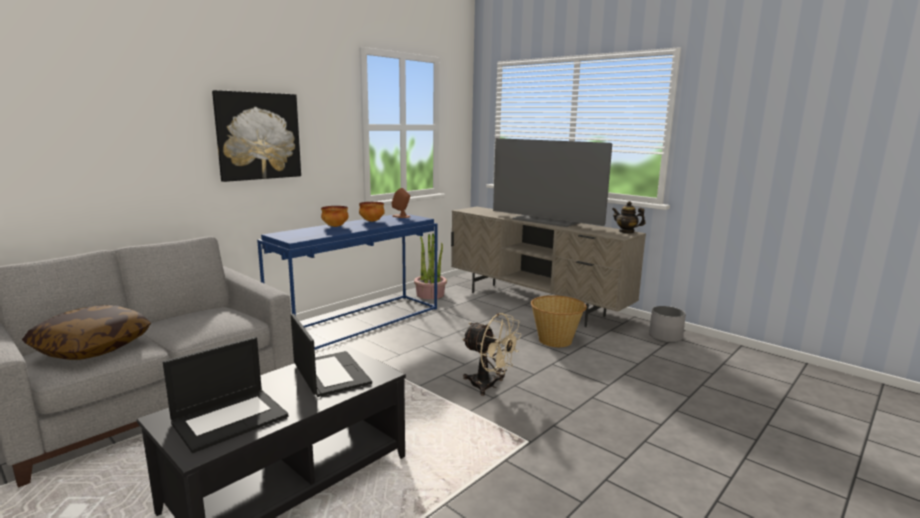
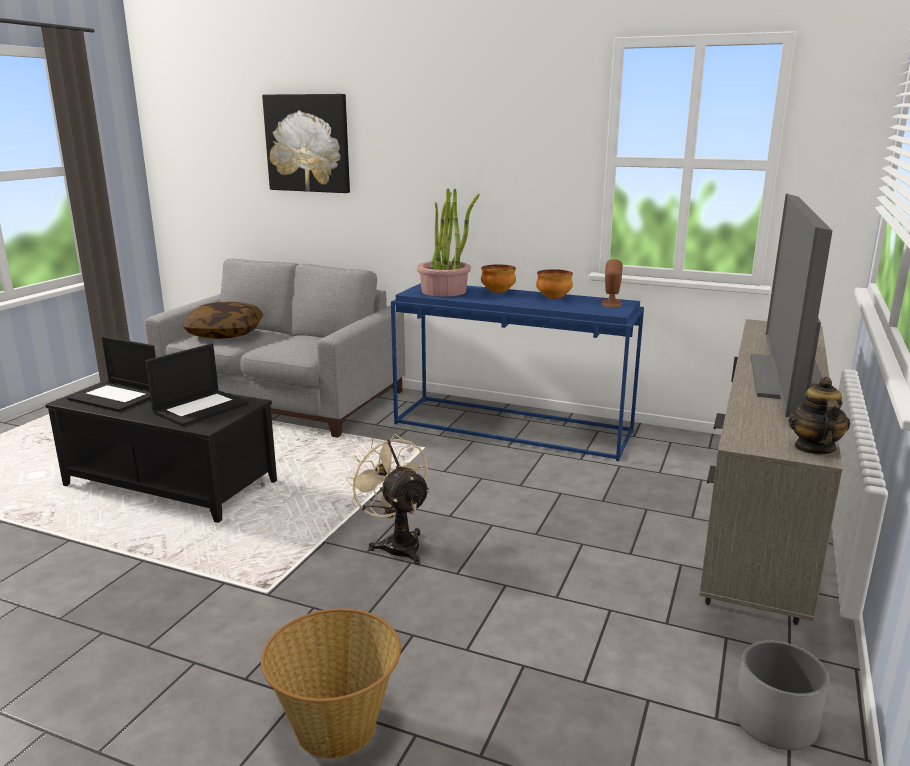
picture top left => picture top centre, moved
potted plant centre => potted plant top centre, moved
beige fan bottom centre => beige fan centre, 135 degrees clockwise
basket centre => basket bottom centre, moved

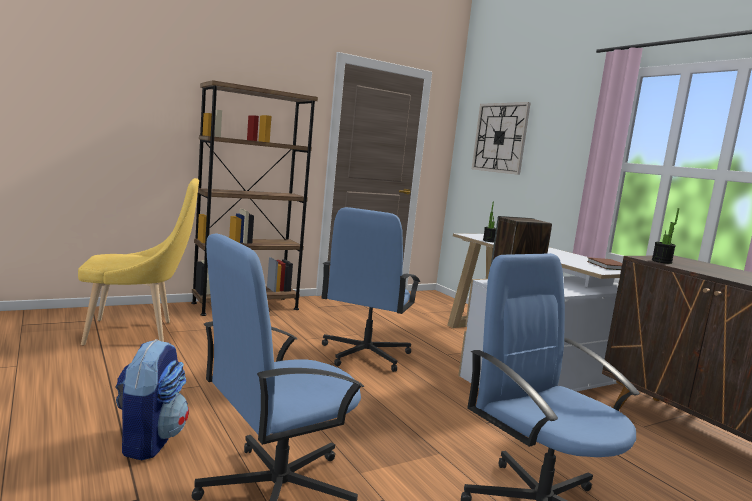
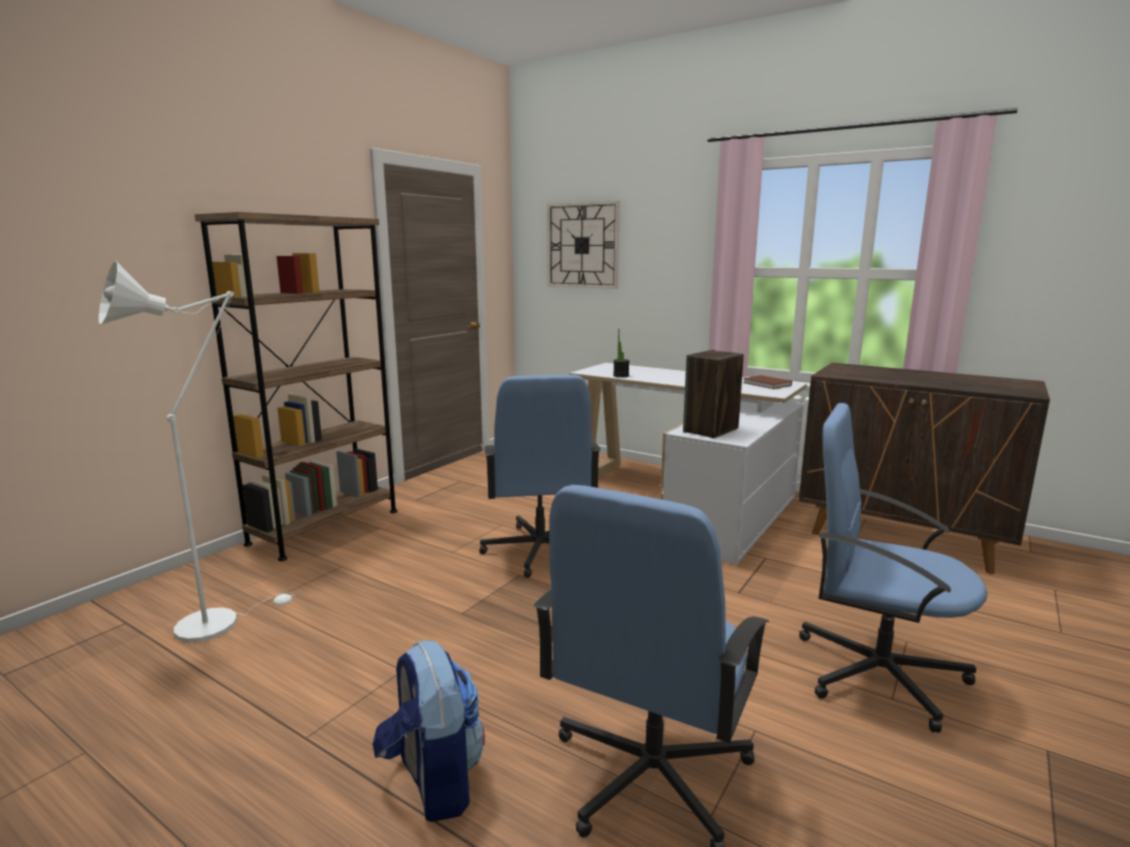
yellow chair middle left => white floor lamp middle left
potted plant (2nd from left) middle right => nothing

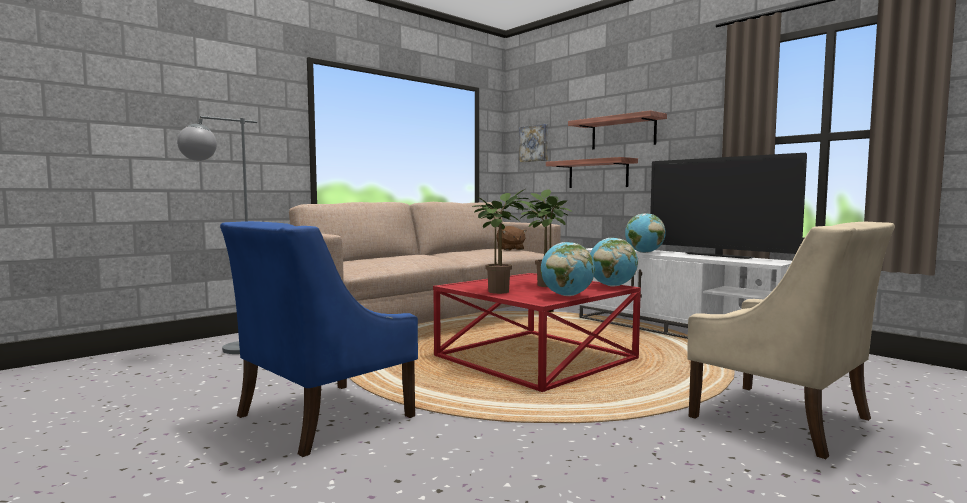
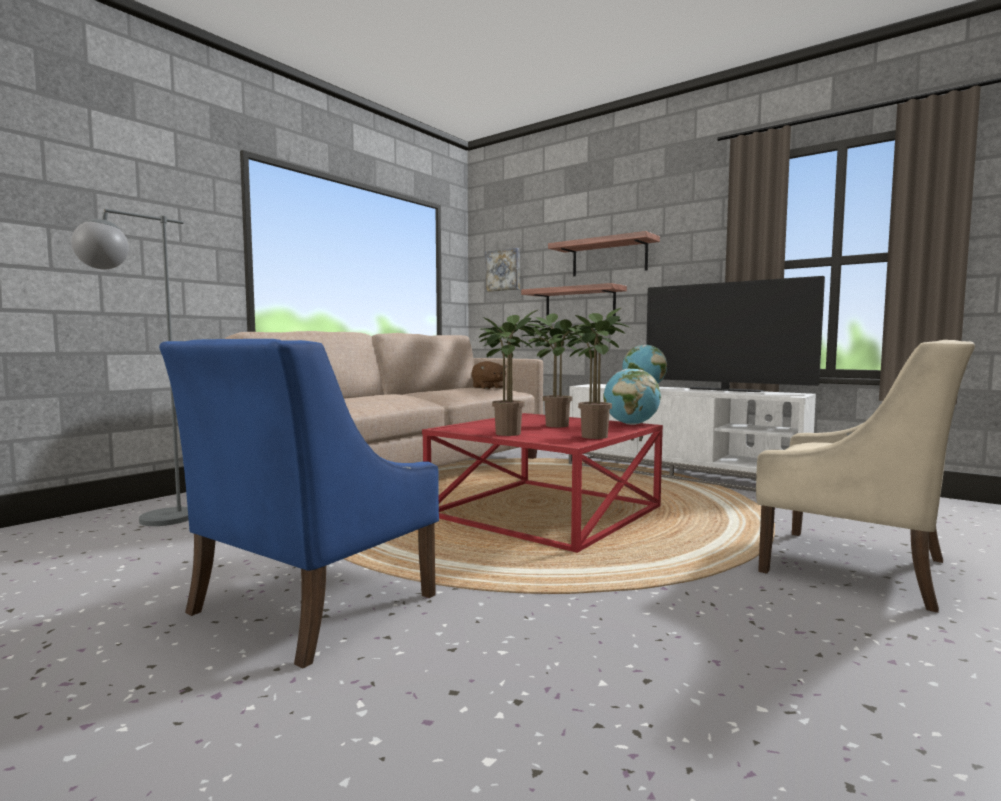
globe (1st from left) centre => potted plant (3rd from left) centre

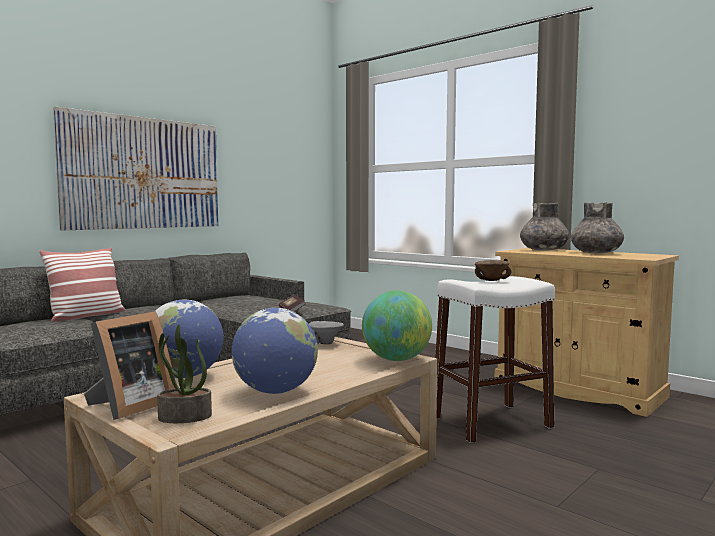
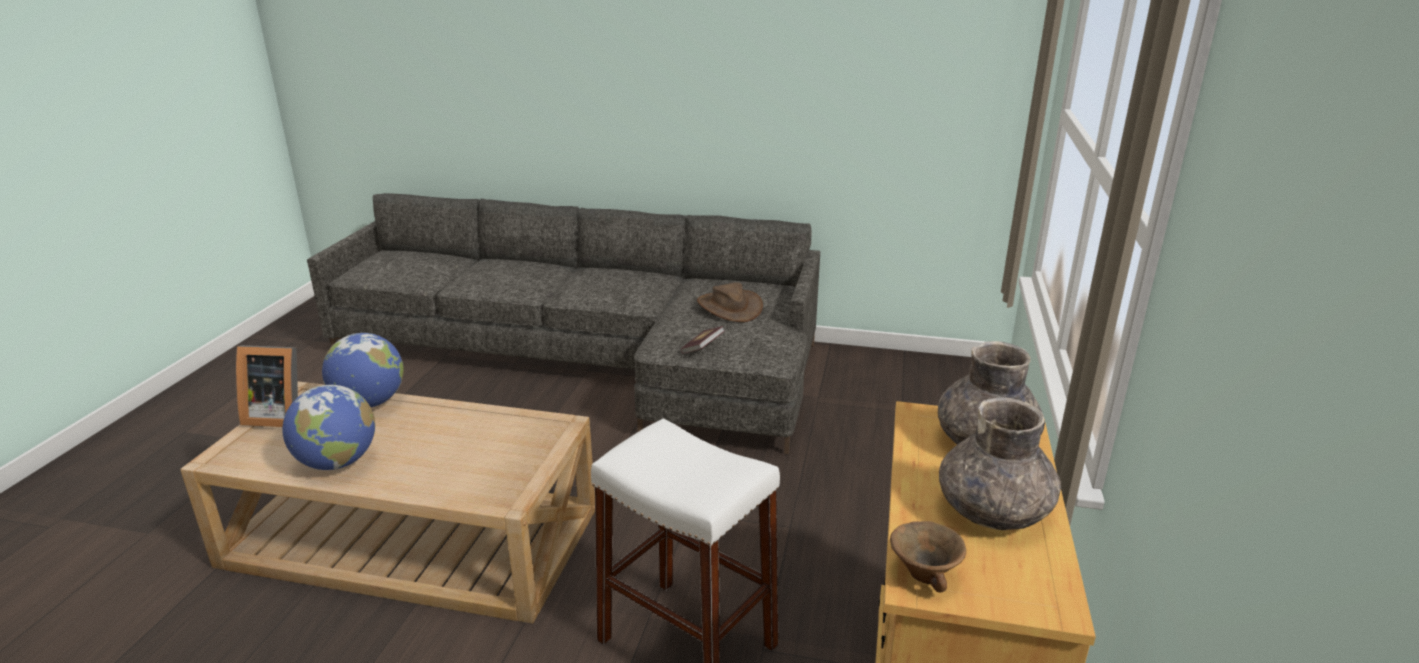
pillow middle left => nothing
picture top left => nothing
potted plant bottom left => nothing
grey bowl centre => nothing
globe (3rd from left) centre => nothing
brown bowl middle right => brown bowl bottom centre, moved
nothing => brown hat centre

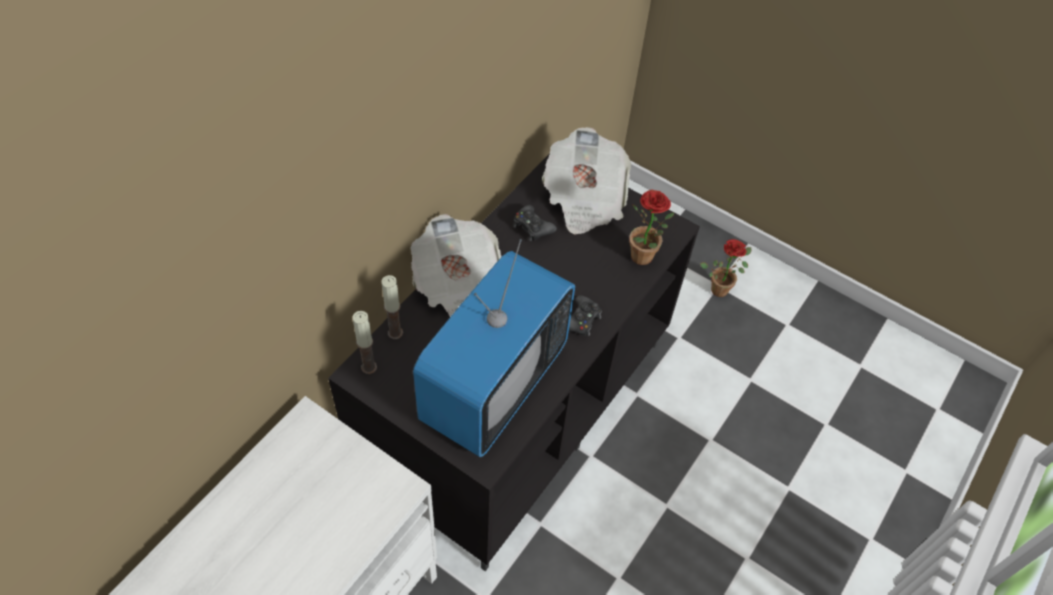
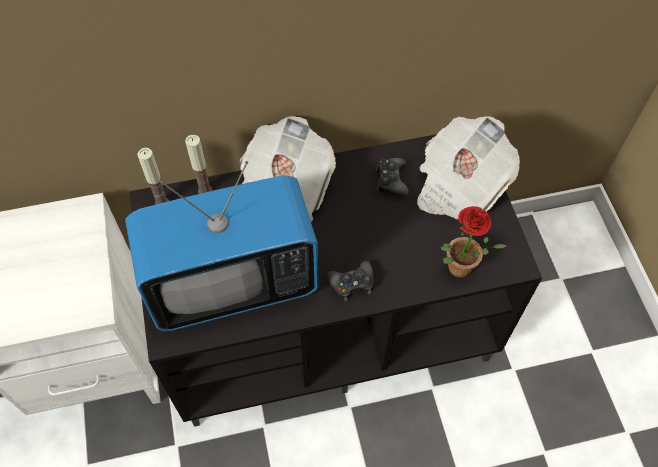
potted plant (2nd from left) middle right => nothing

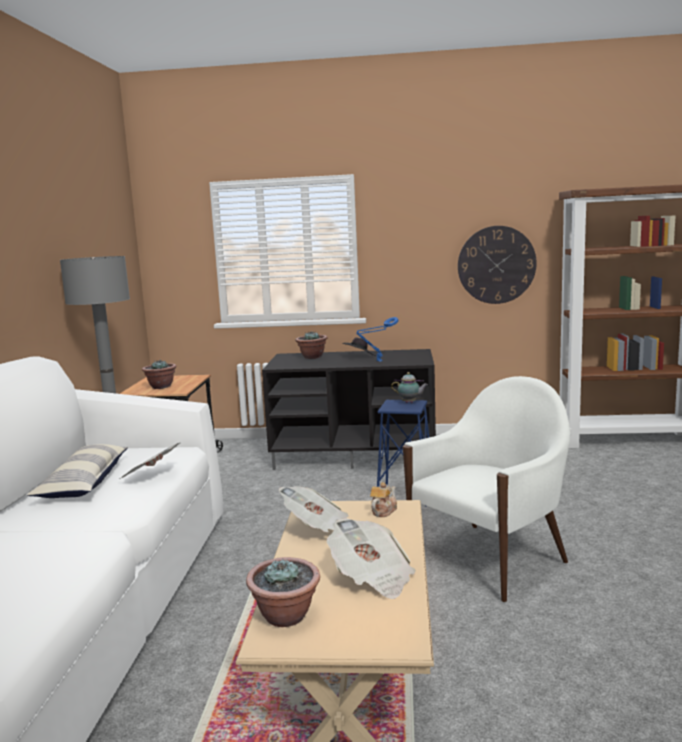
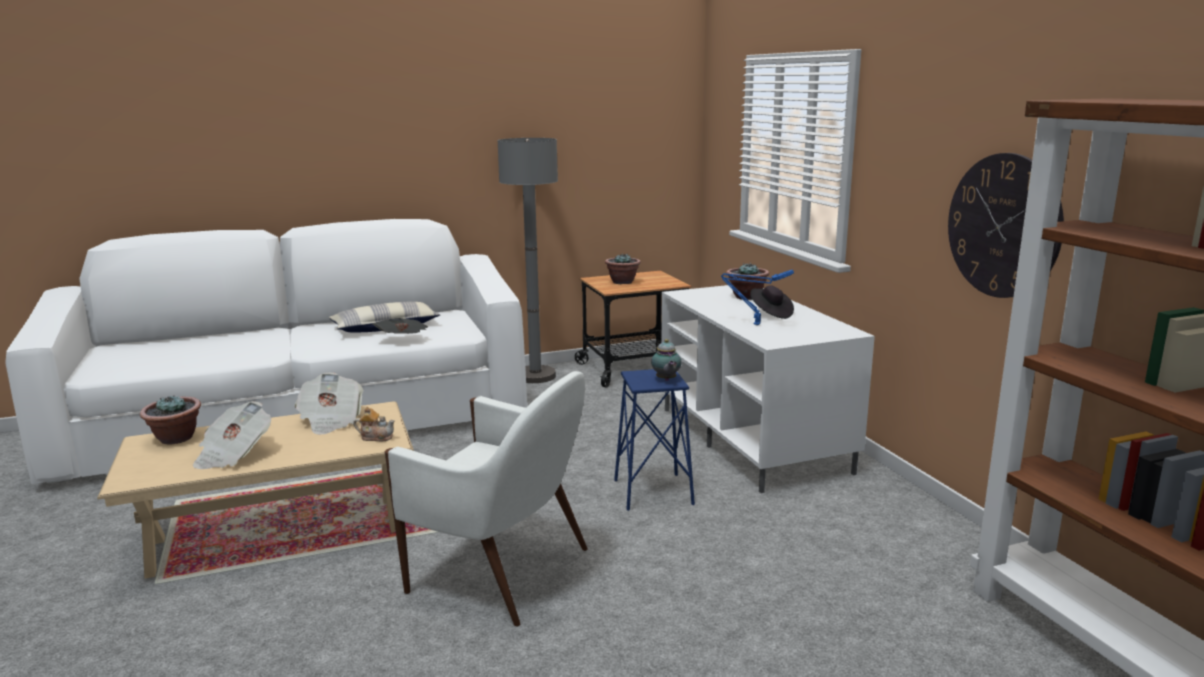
black tv stand centre => white tv stand centre

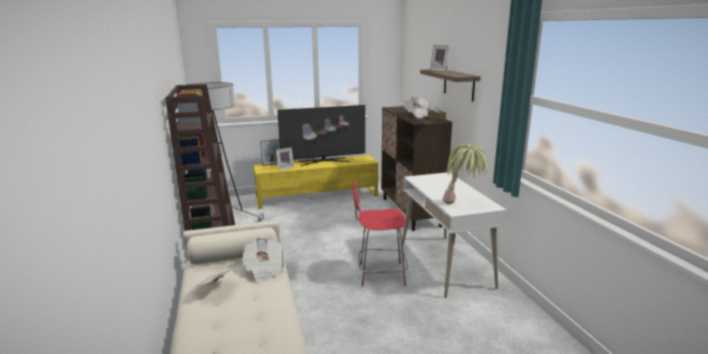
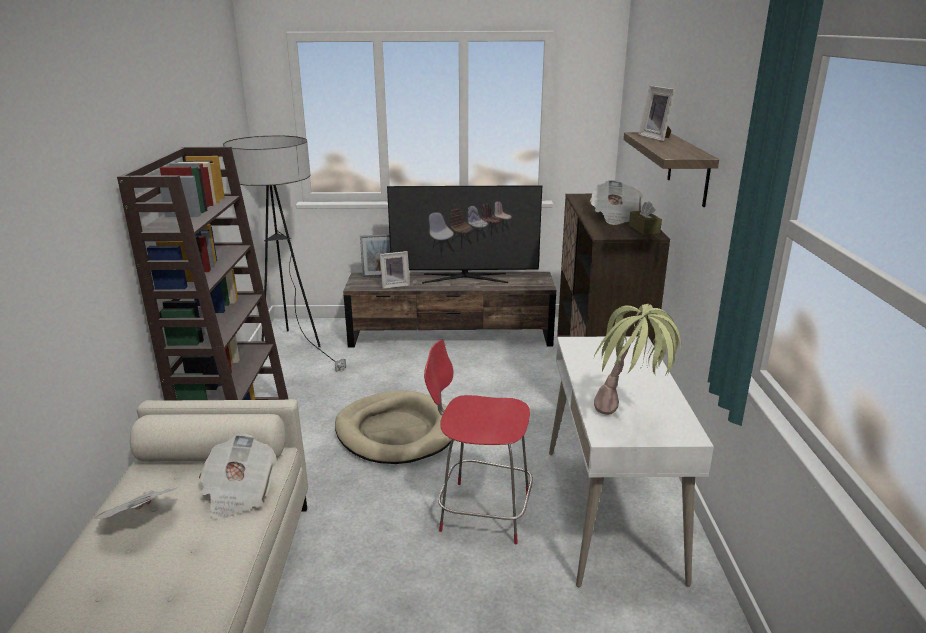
yellow tv stand centre => brown tv stand centre
nothing => beige dog bed bottom centre

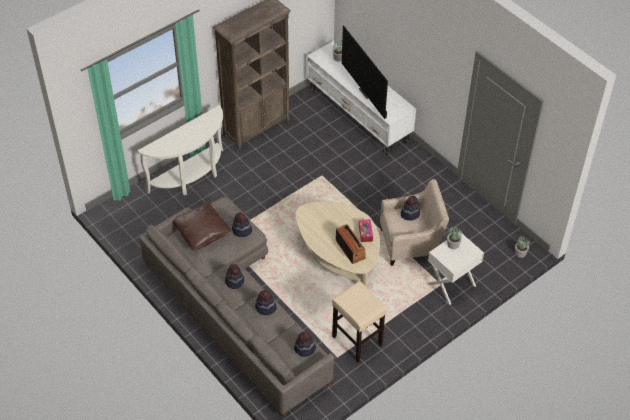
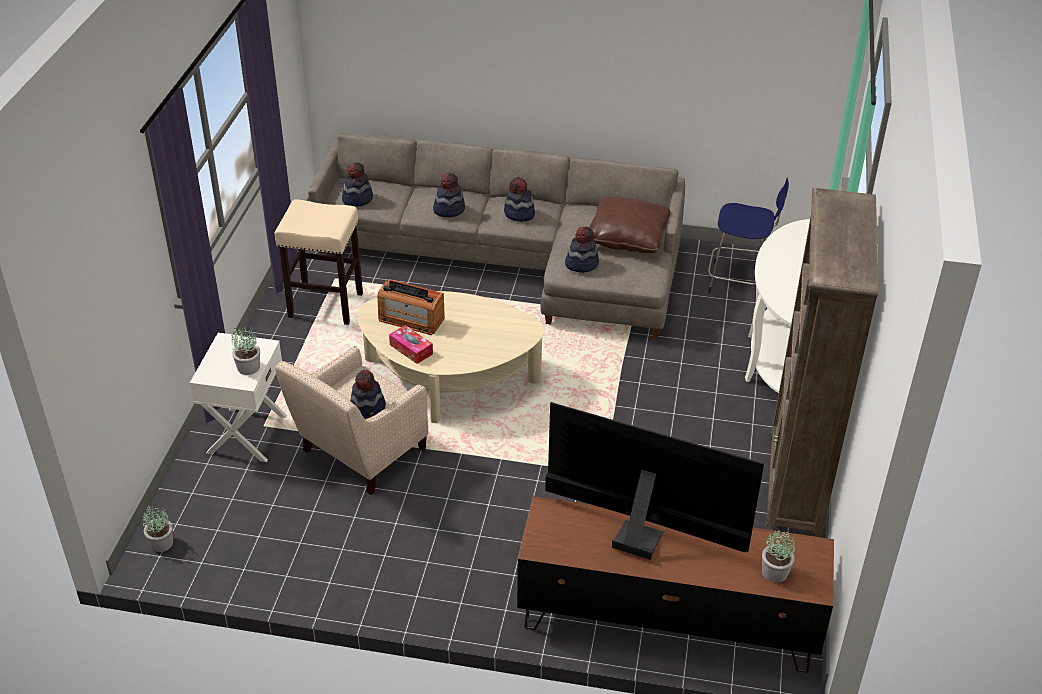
white tv stand top centre => brown tv stand bottom centre
nothing => blue stool middle right

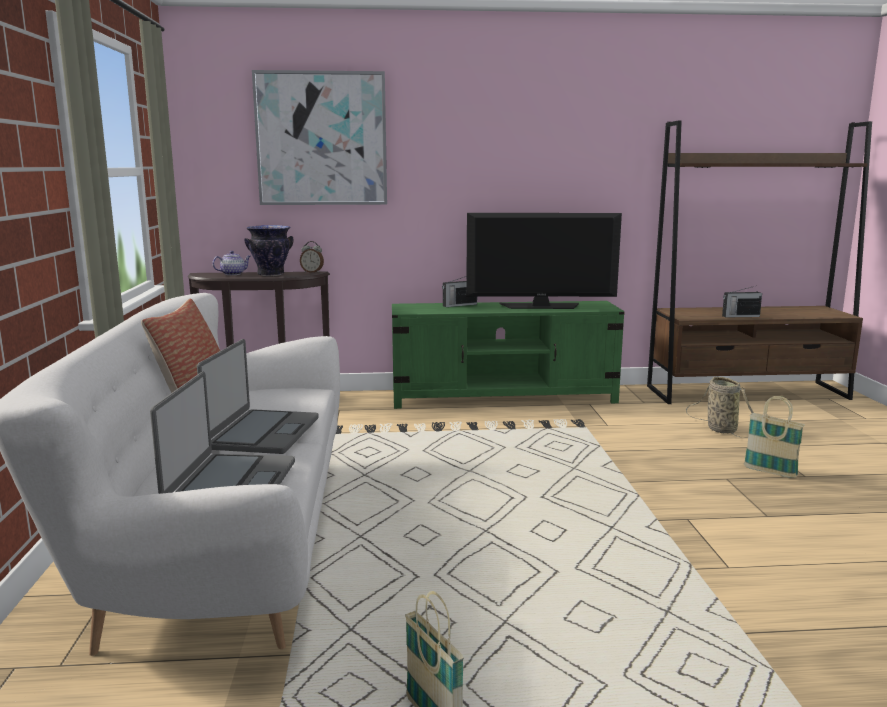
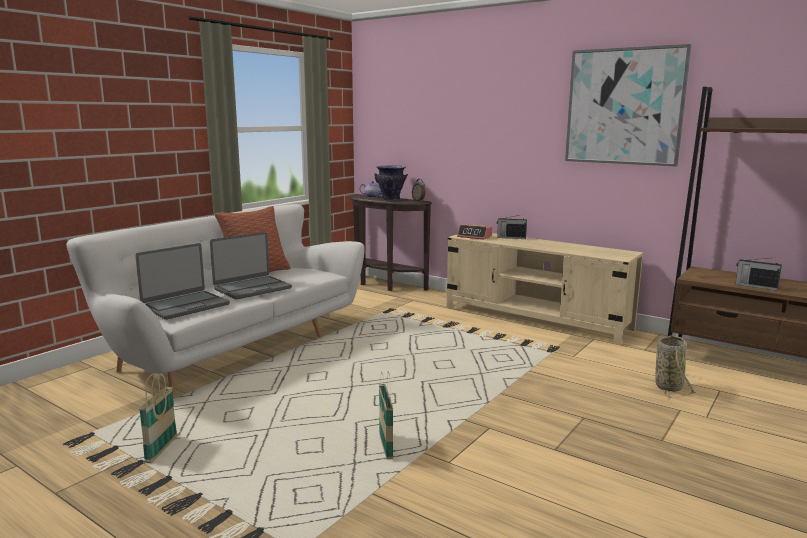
picture top centre => picture top right, moved
green tv stand centre => beige tv stand middle right
television centre => nothing
basket (3rd from left in the first image) middle right => basket (2nd from left) bottom centre, moved
nothing => alarm clock (2nd from left) centre

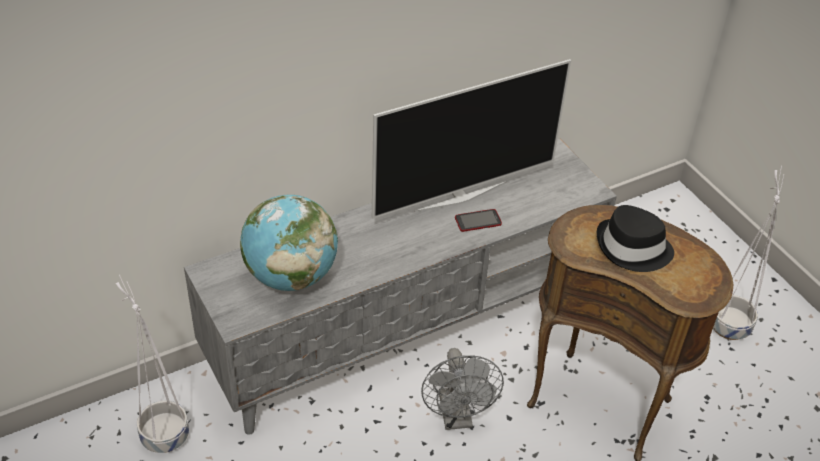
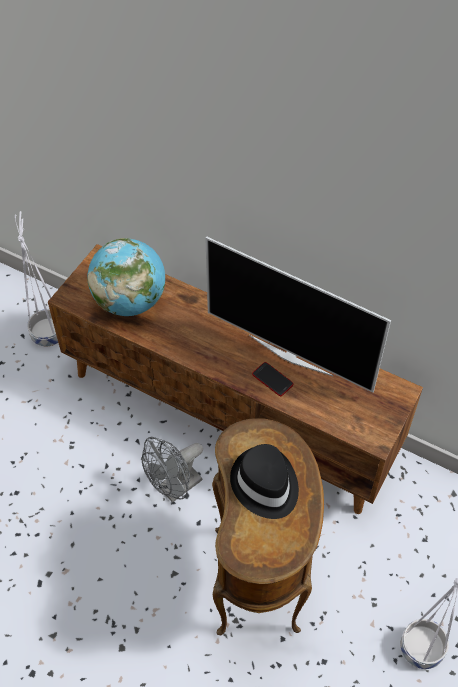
grey tv stand centre => brown tv stand centre

